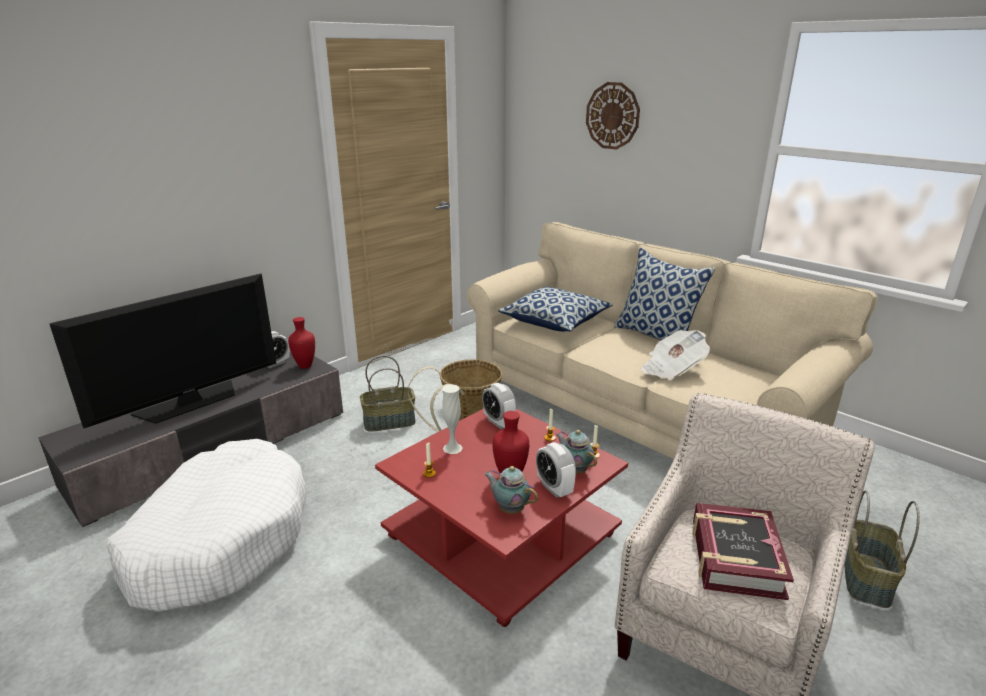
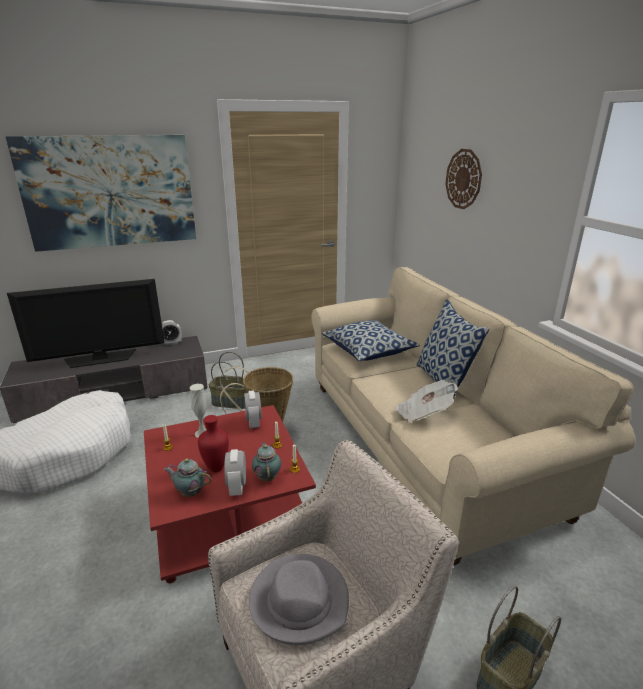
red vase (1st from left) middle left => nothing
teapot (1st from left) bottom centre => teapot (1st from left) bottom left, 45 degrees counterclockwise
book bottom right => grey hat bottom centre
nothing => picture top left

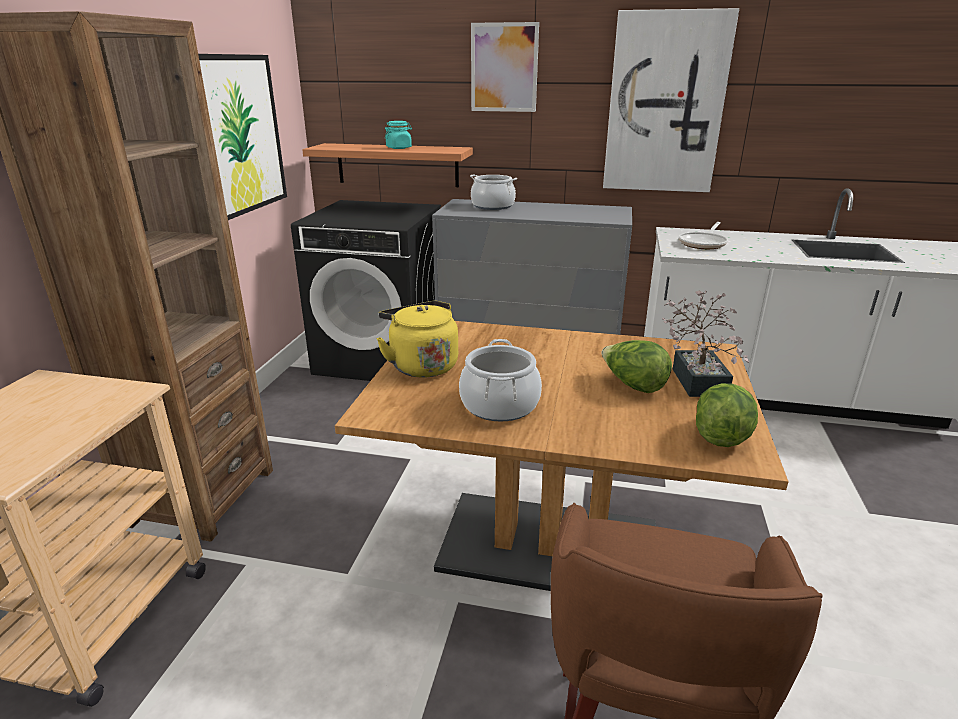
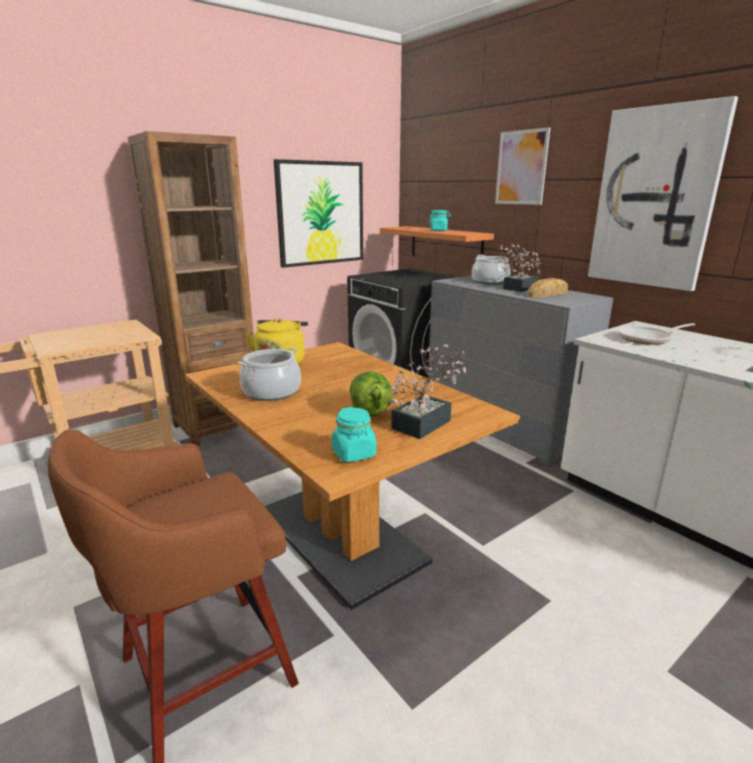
lettuce (2nd from left) middle right => turquoise jar (1st from left) centre
nothing => potted plant (2nd from left) middle right
nothing => bread middle right

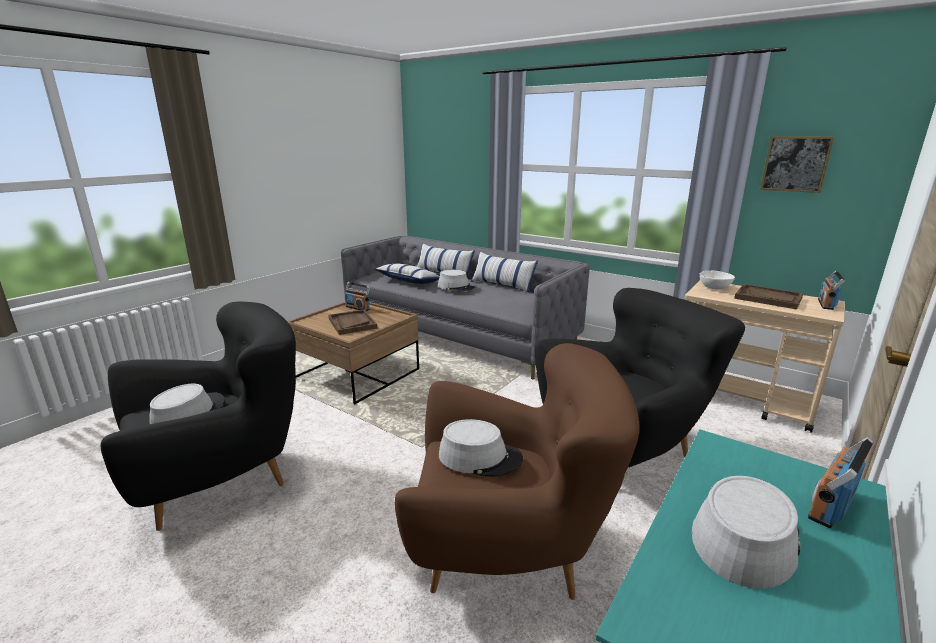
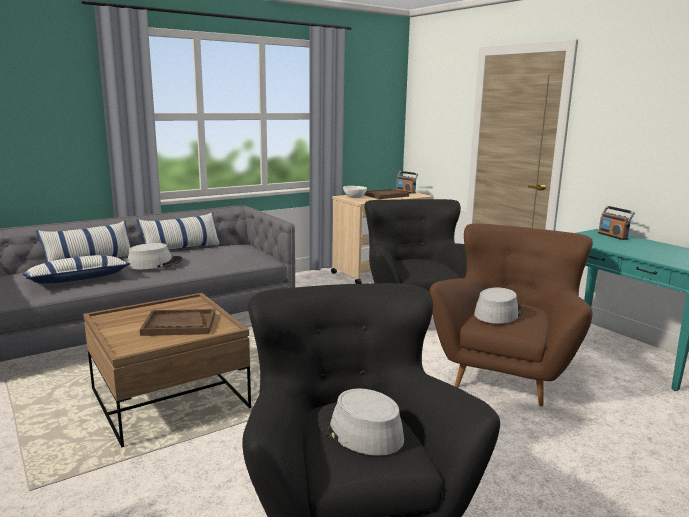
radio (1st from left) centre => nothing
grey hat (4th from left) bottom right => nothing
picture top right => nothing

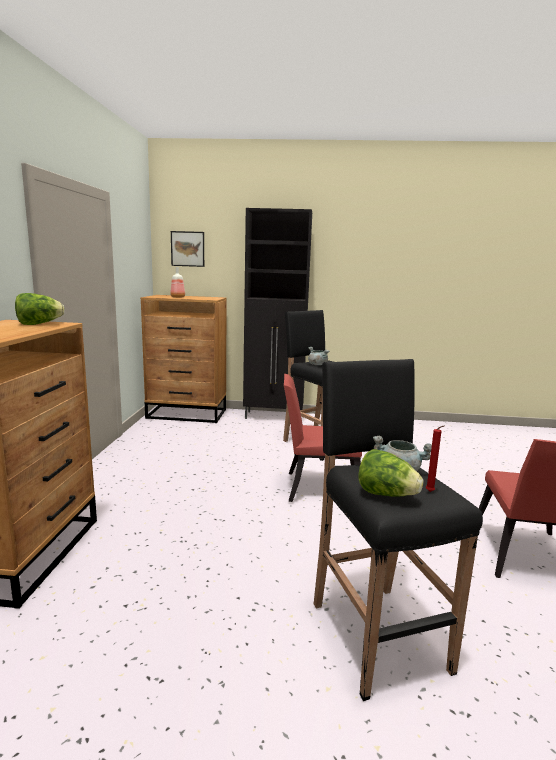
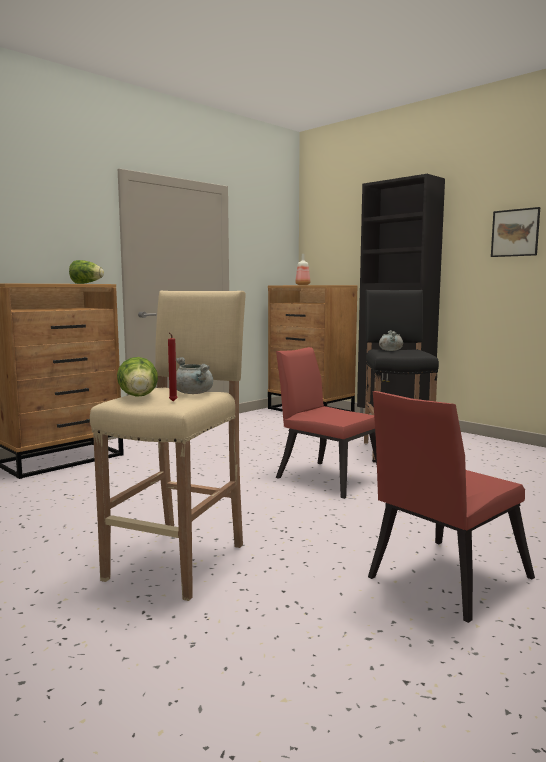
picture top centre => picture top right, moved
black stool (2nd from left) bottom right => beige stool middle left

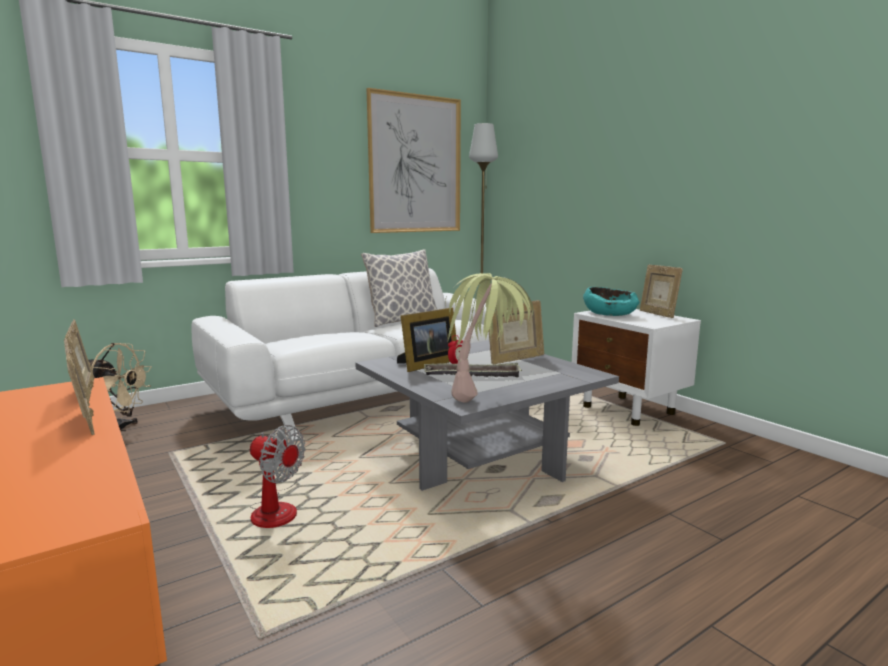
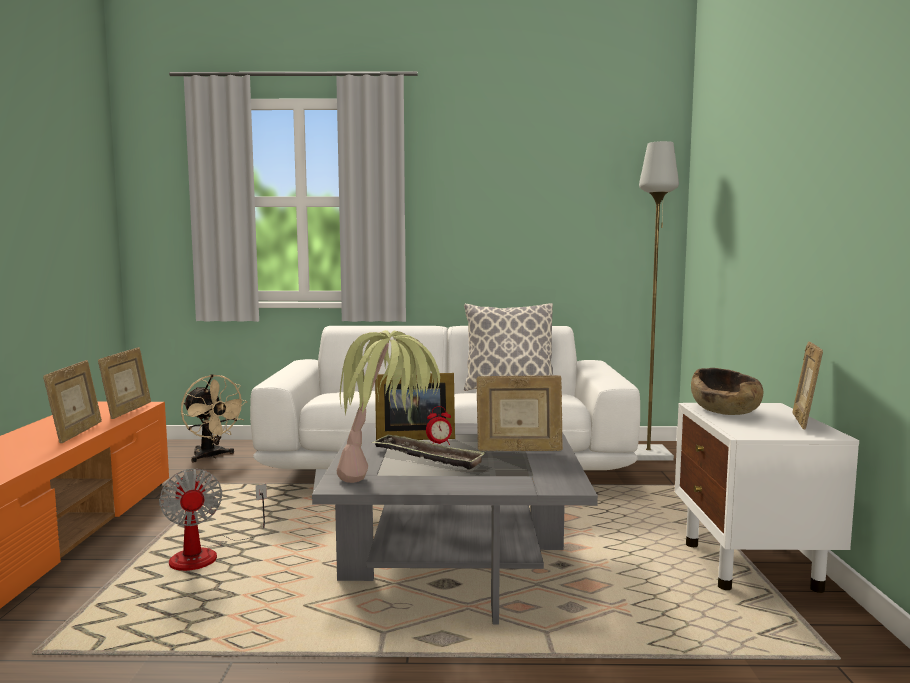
picture top centre => nothing
turquoise bowl middle right => brown bowl middle right

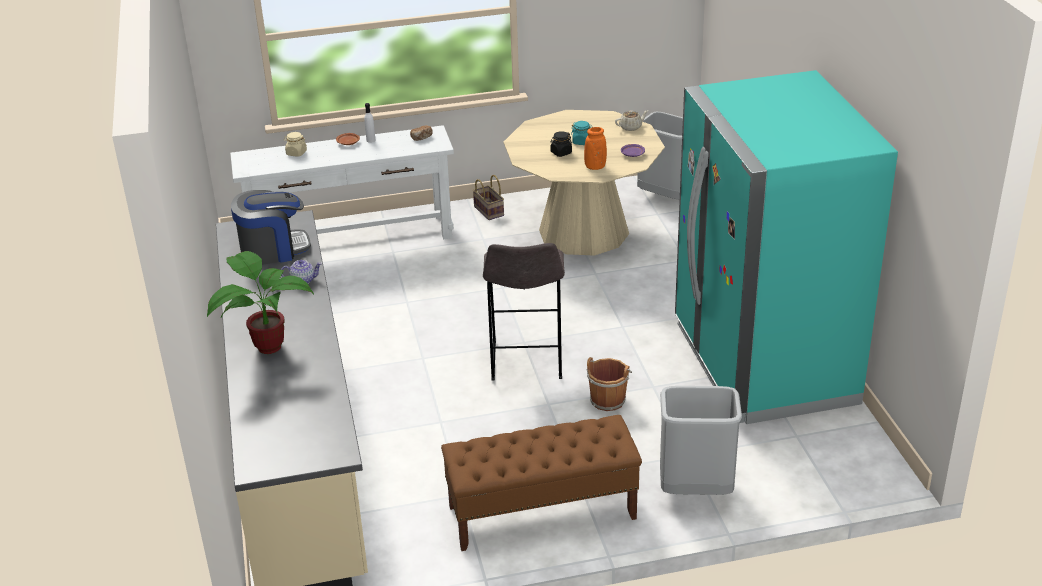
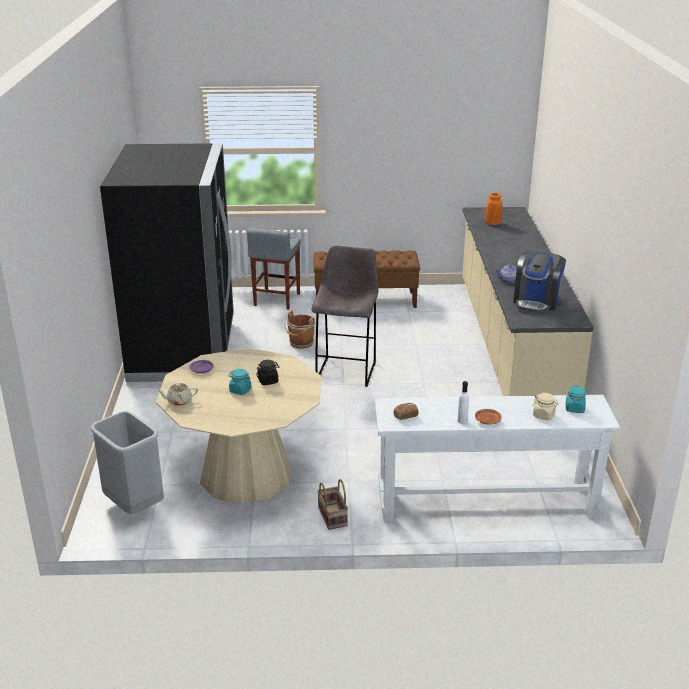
potted plant middle left => nothing
coffee machine middle left => coffee machine middle right, 60 degrees counterclockwise
orange vase top centre => orange vase top right, moved
grey trash can (2nd from left) bottom right => grey stool (1st from left) centre
turquoise fridge middle right => black fridge middle left
nothing => turquoise jar (2nd from left) middle right

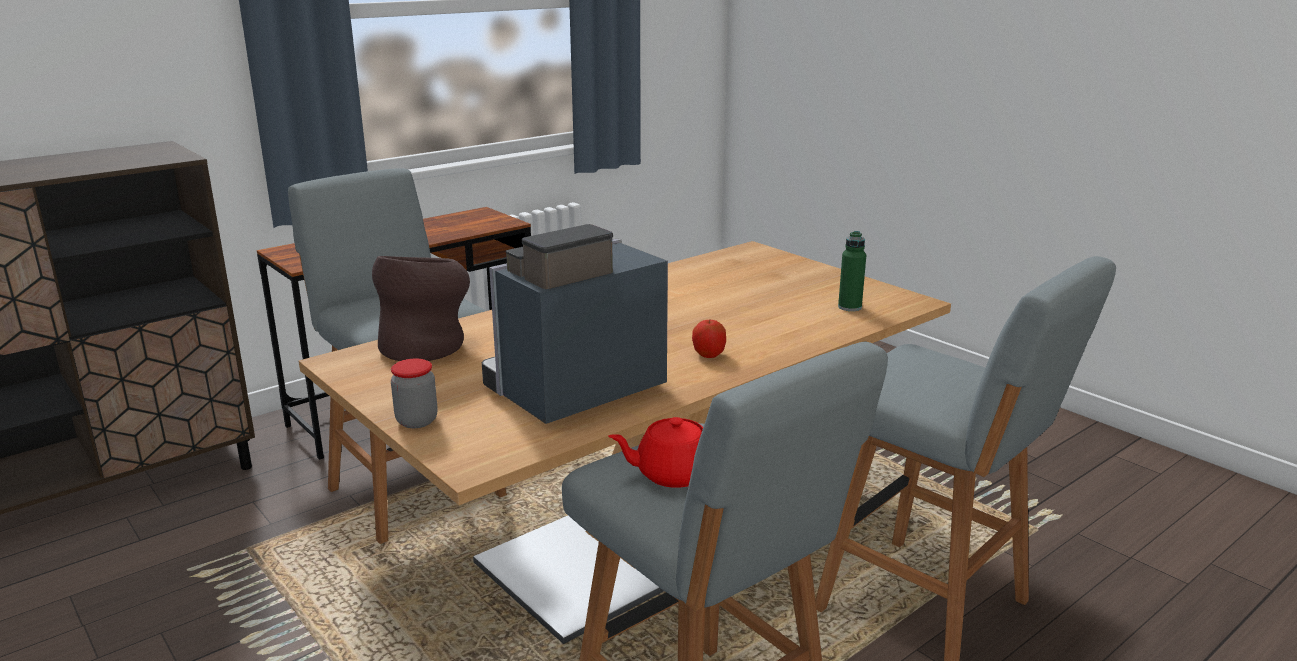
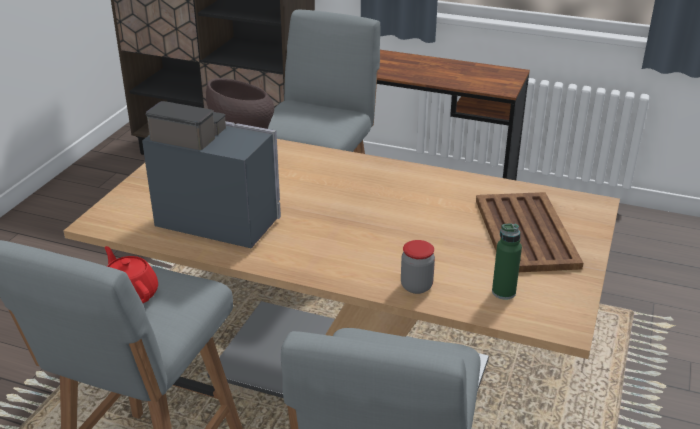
jar middle left => jar centre, moved
apple centre => nothing
nothing => brown tray middle right

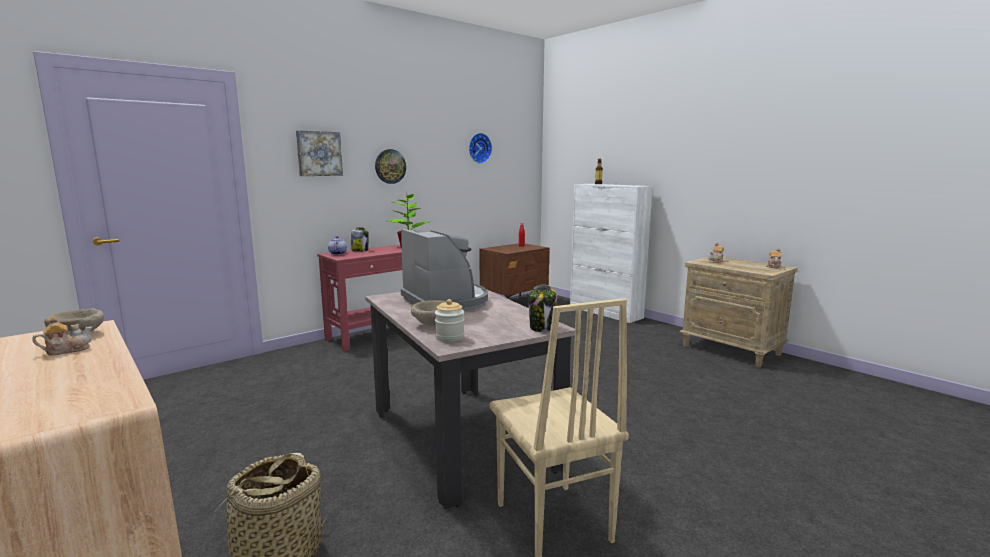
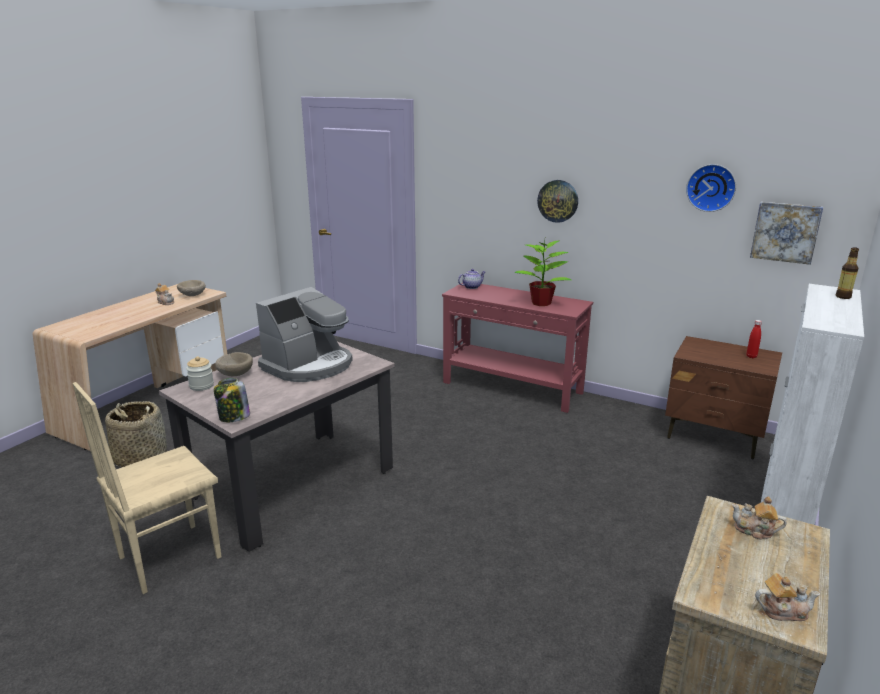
picture top left => picture middle right, moved
jar (1st from left) centre => nothing

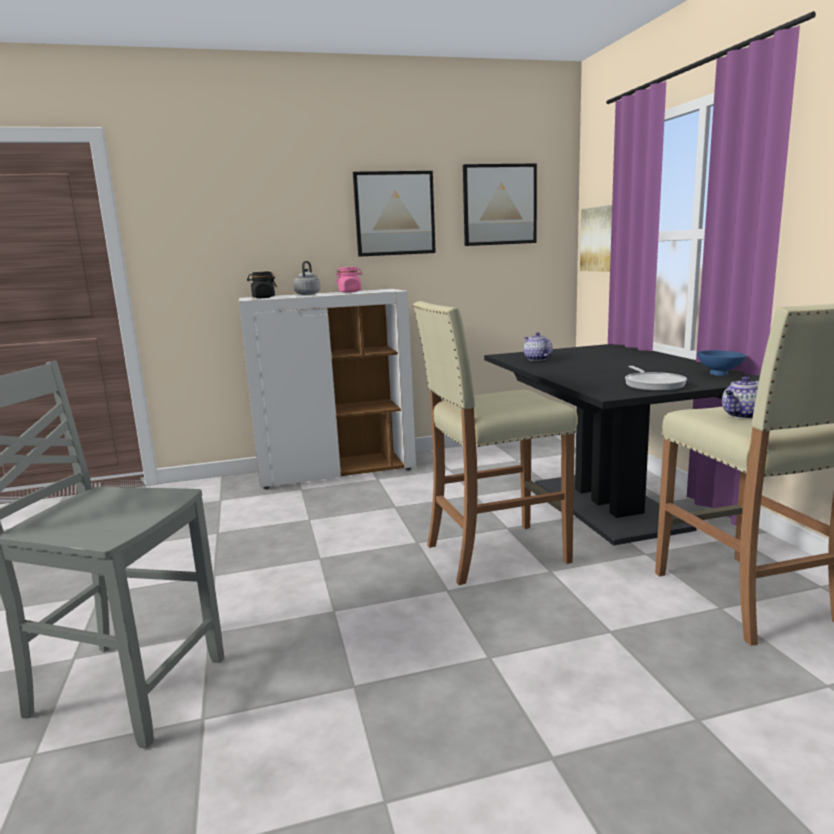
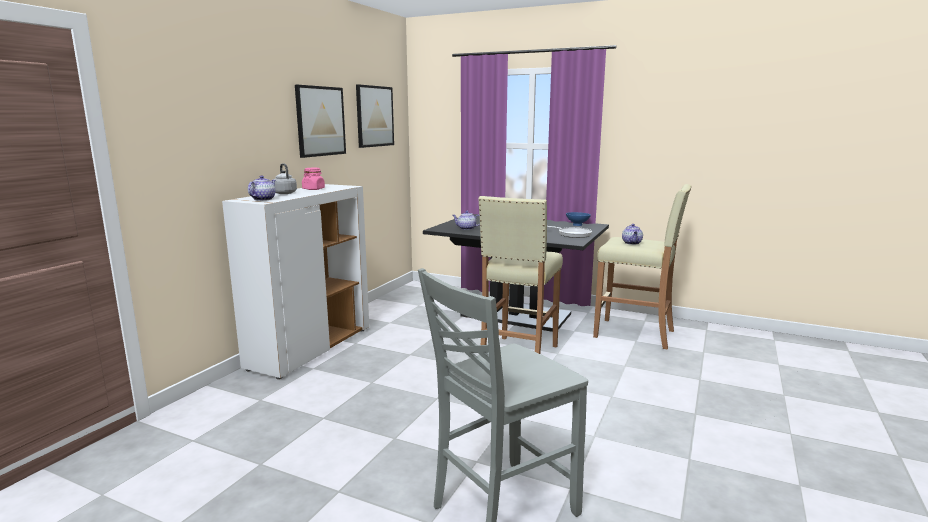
black jar middle left => teapot (1st from left) middle left
picture (3rd from left) top right => nothing

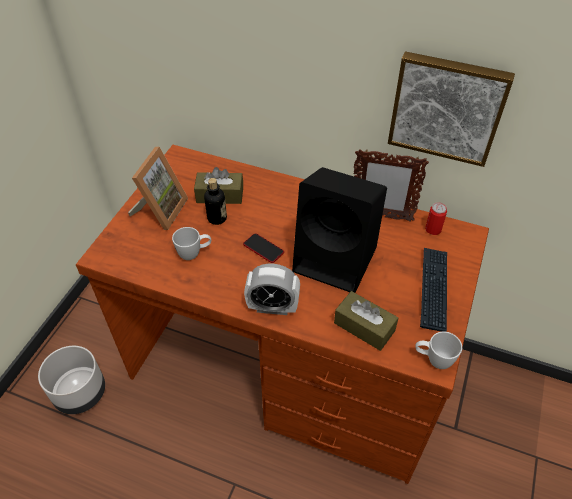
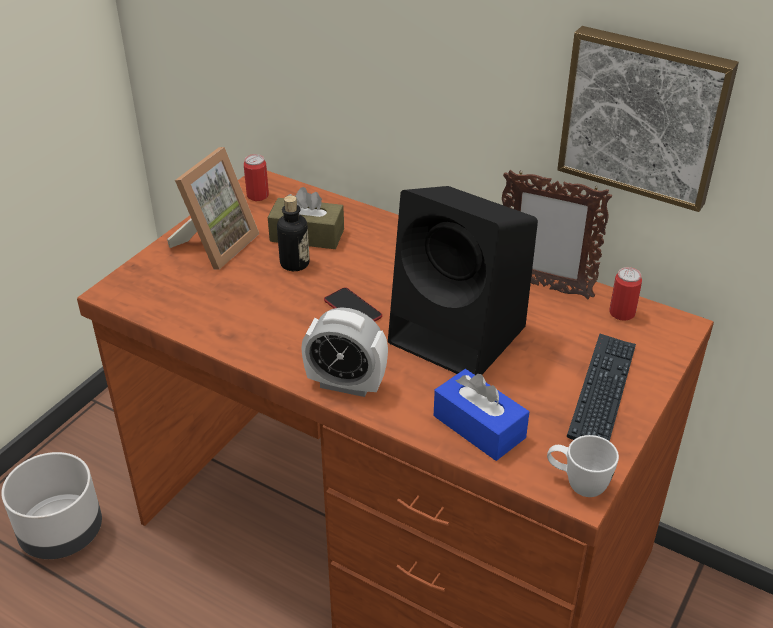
white mug (1st from left) centre => nothing
brown tissue box (2nd from left) centre => blue tissue box centre
nothing => can (1st from left) top left

